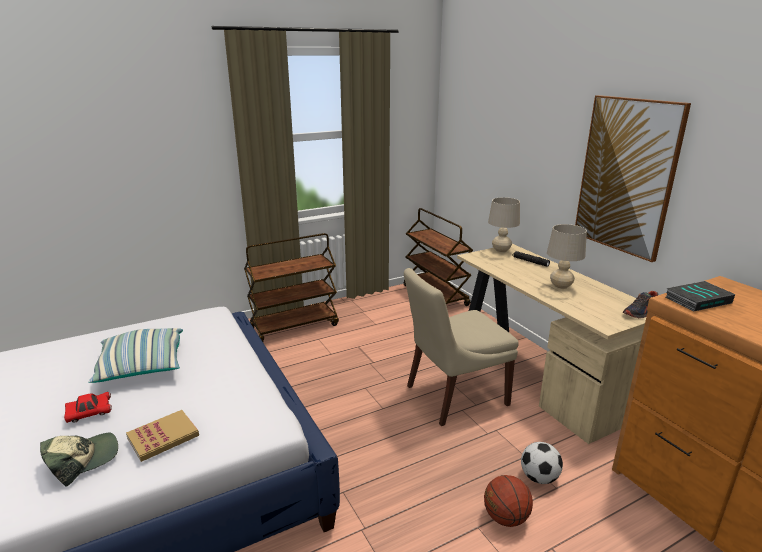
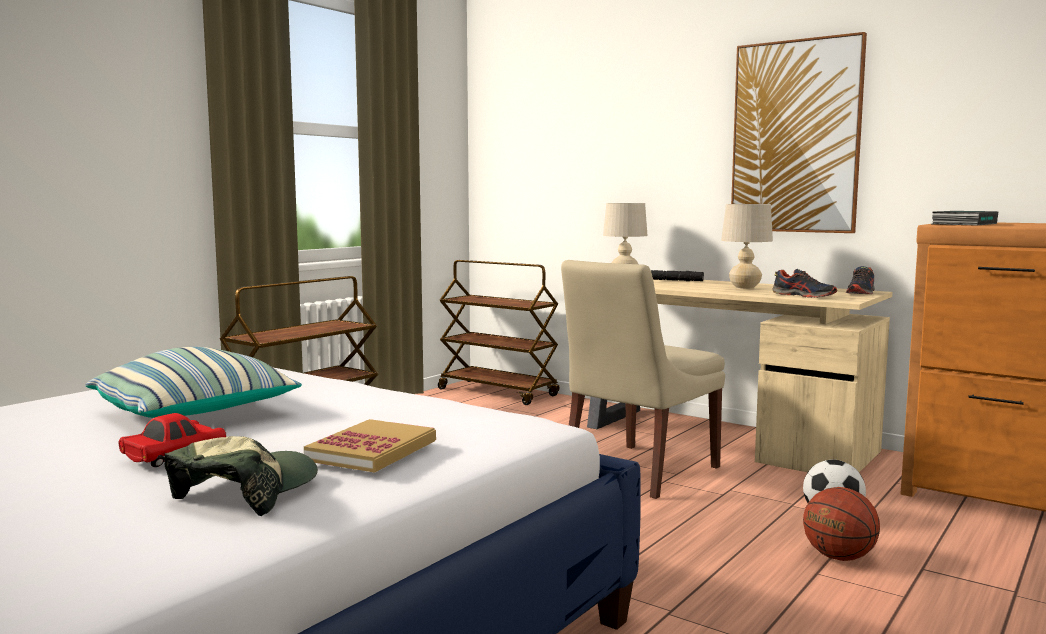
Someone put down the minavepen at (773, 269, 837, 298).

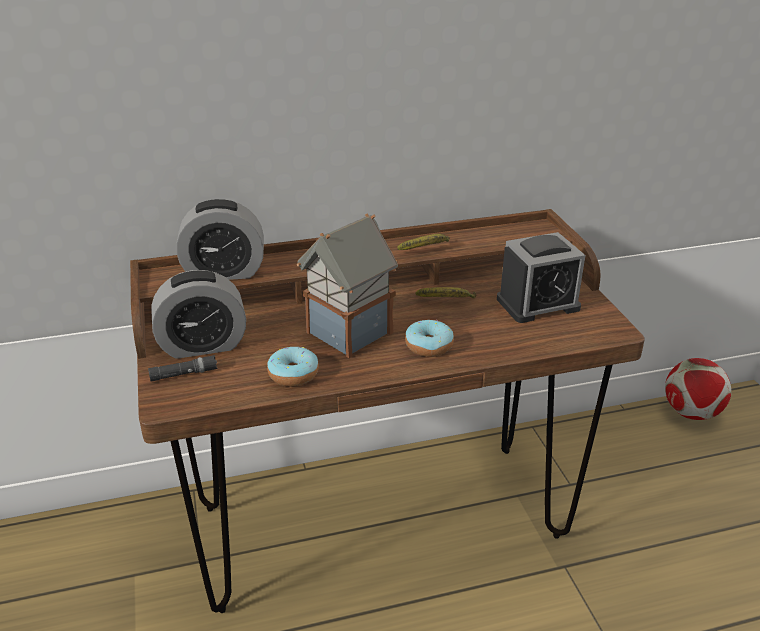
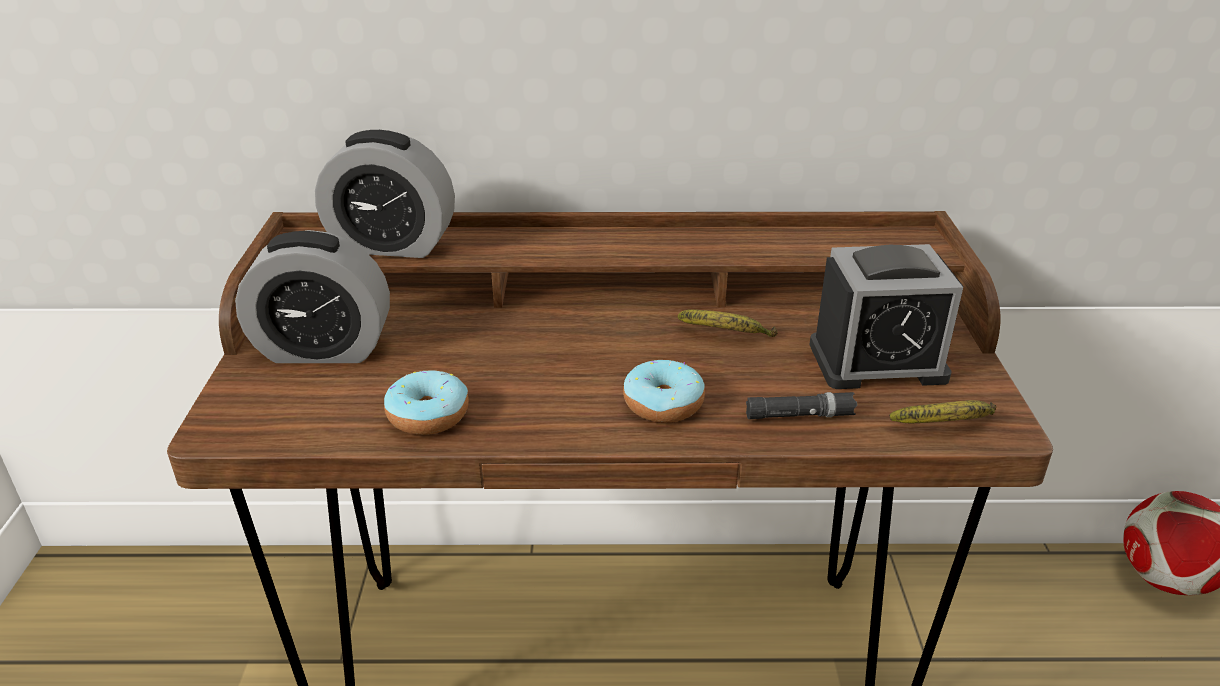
Someone carried the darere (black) from (148, 355, 218, 381) to (746, 392, 857, 419).
Someone took away the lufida at (297, 214, 398, 358).
Someone carried the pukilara from (397, 234, 450, 250) to (889, 400, 996, 424).

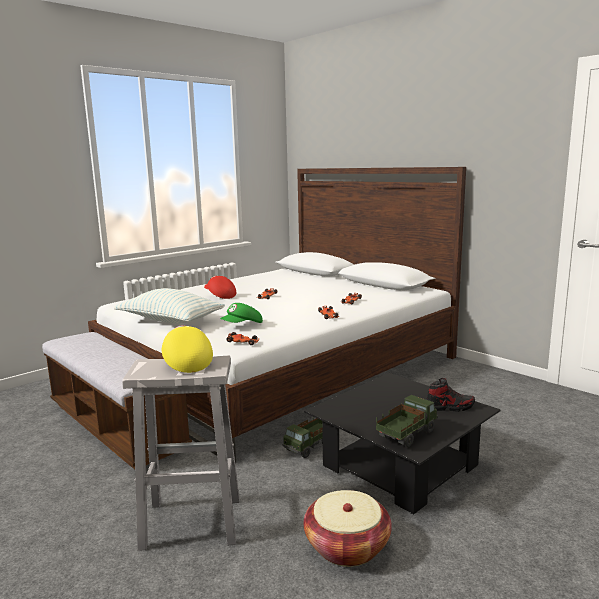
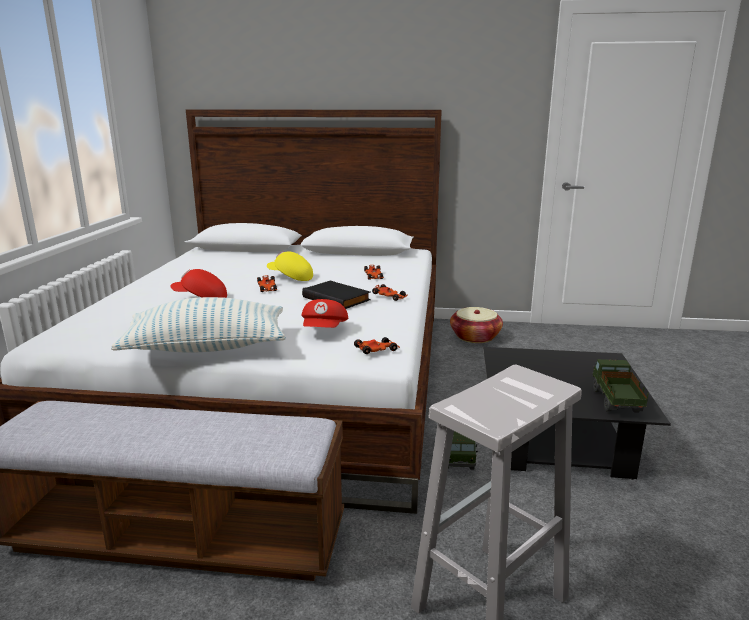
Someone carried the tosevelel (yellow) from (162, 325, 213, 373) to (267, 251, 313, 281).
Someone repainted the tosevelel (green) at (220, 303, 263, 323), which became the tosevelel (red) at (301, 299, 348, 328).
Someone carried the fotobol from (304, 490, 392, 567) to (450, 307, 503, 343).
Someone took away the minavepen at (426, 378, 475, 412).
Someone put down the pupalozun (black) at (302, 281, 371, 309).

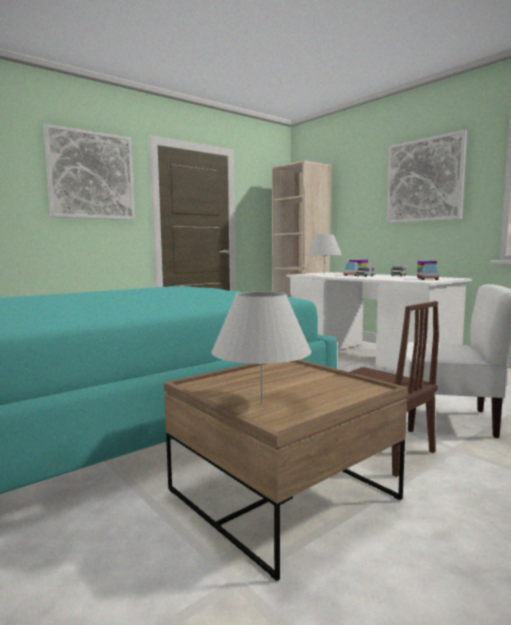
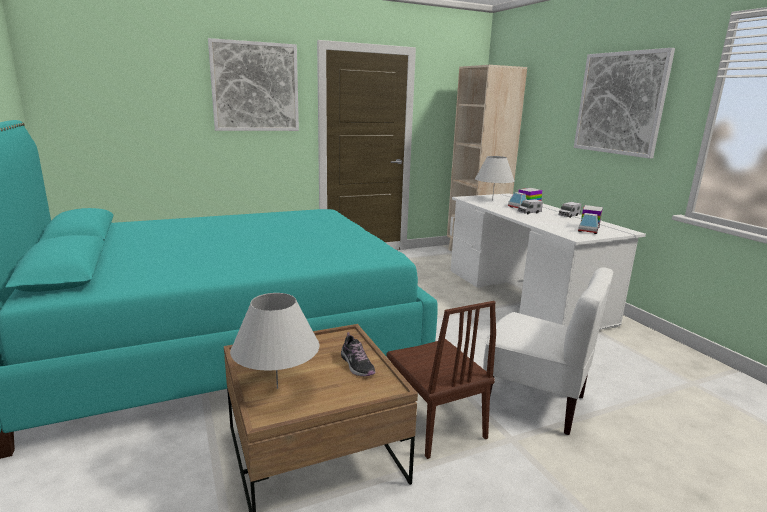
Someone put down the minavepen at (341, 332, 375, 376).

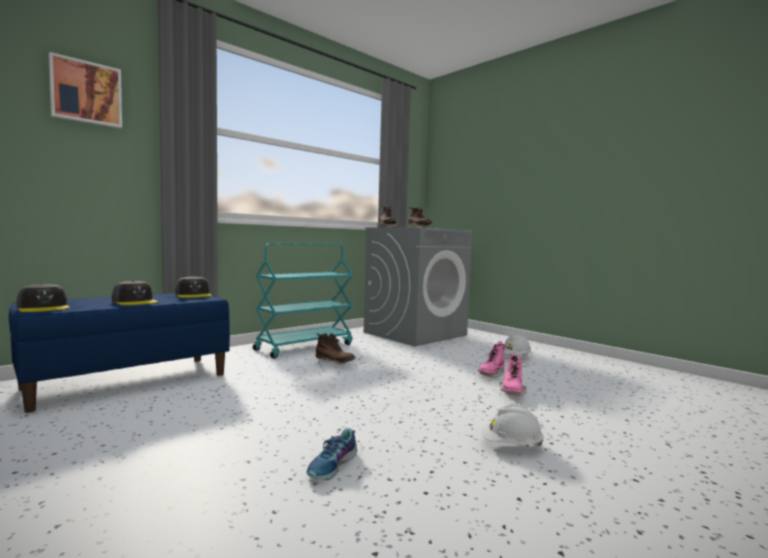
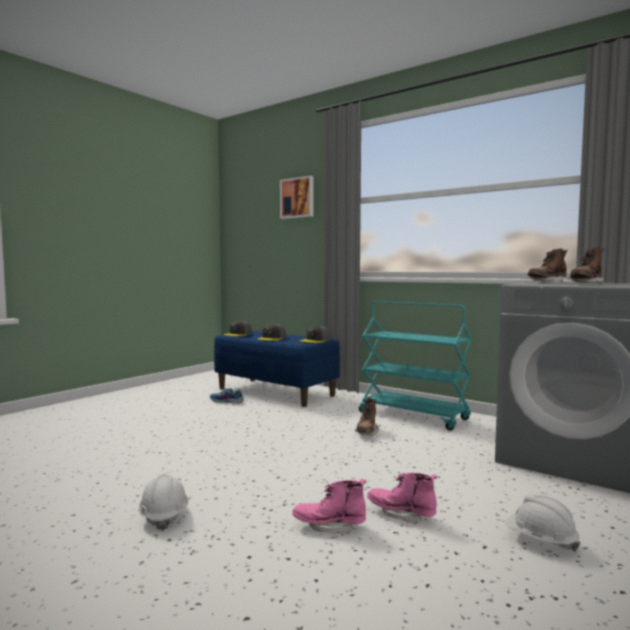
Someone carried the minavepen from (306, 428, 357, 480) to (210, 388, 244, 404).

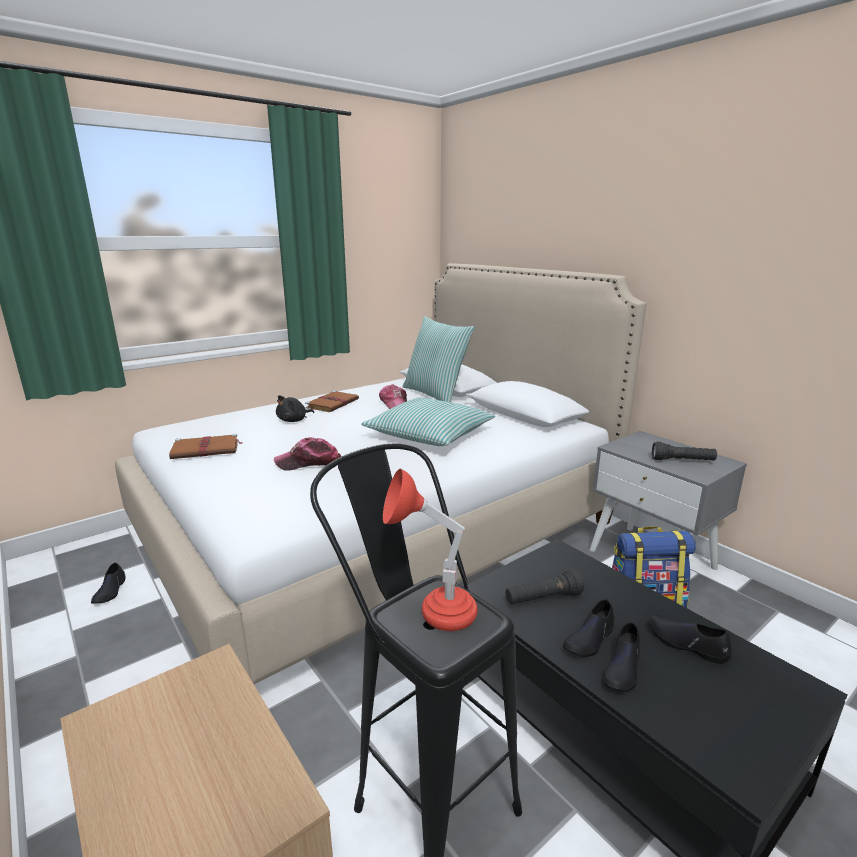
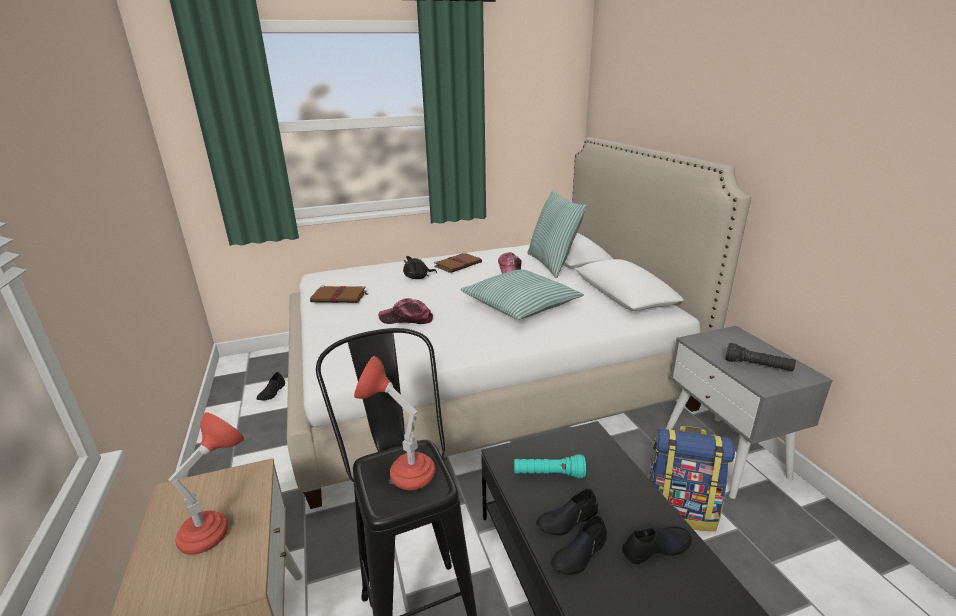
Someone repainted the darere (black) at (506, 570, 584, 605), which became the darere (turquoise) at (514, 455, 586, 478).
Someone rotated the minavepen (black) at (649, 615, 732, 664) by 105 degrees clockwise.
Someone put down the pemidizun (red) at (168, 412, 244, 555).

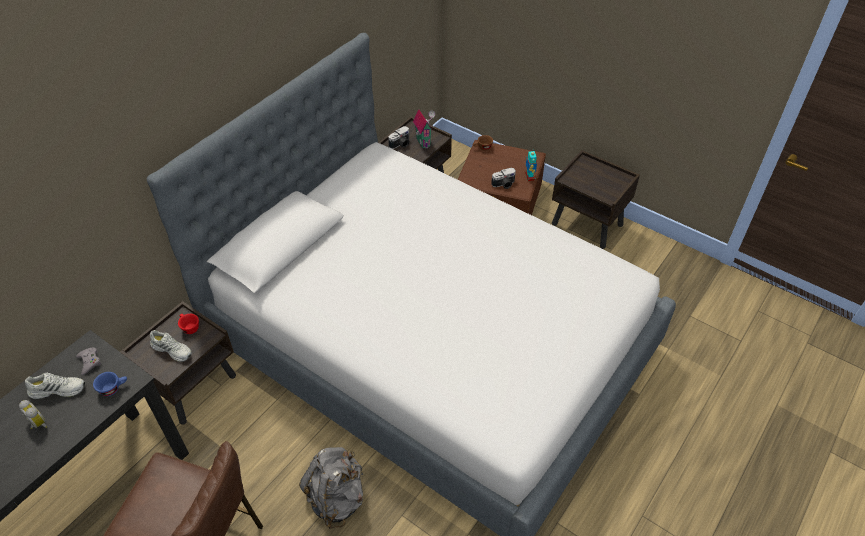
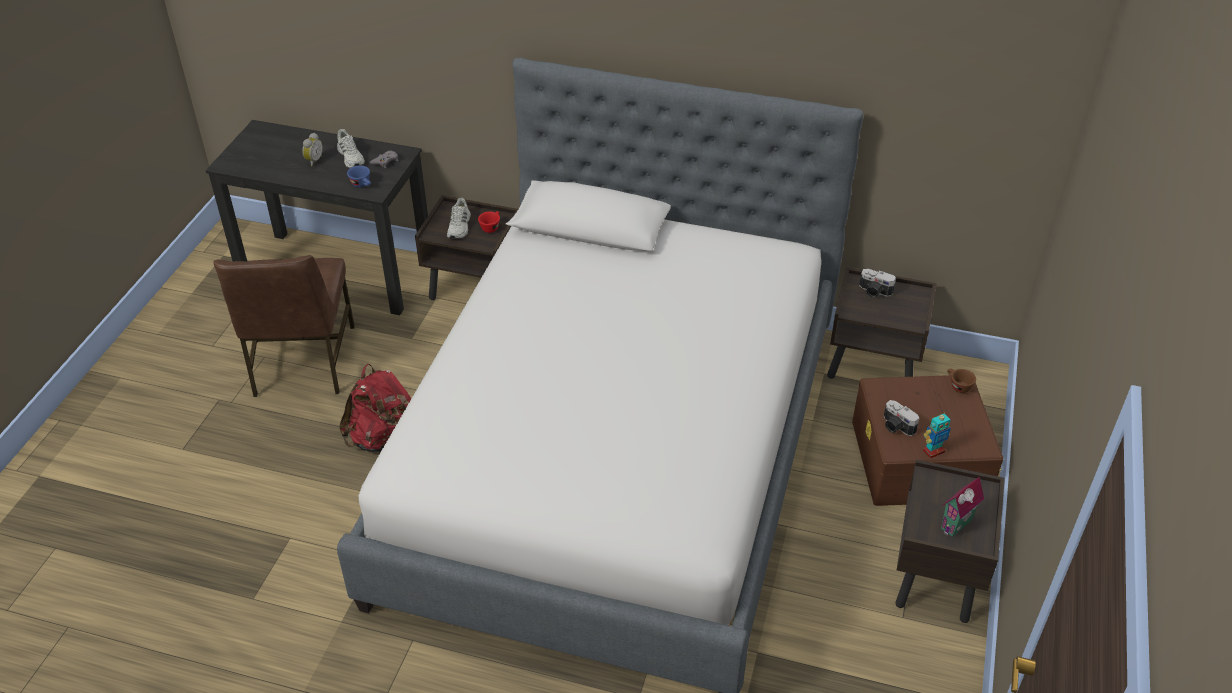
Someone repainted the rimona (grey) at (299, 447, 363, 529), which became the rimona (red) at (339, 364, 411, 452).
Someone carried the lufida from (413, 109, 435, 149) to (941, 477, 984, 537).

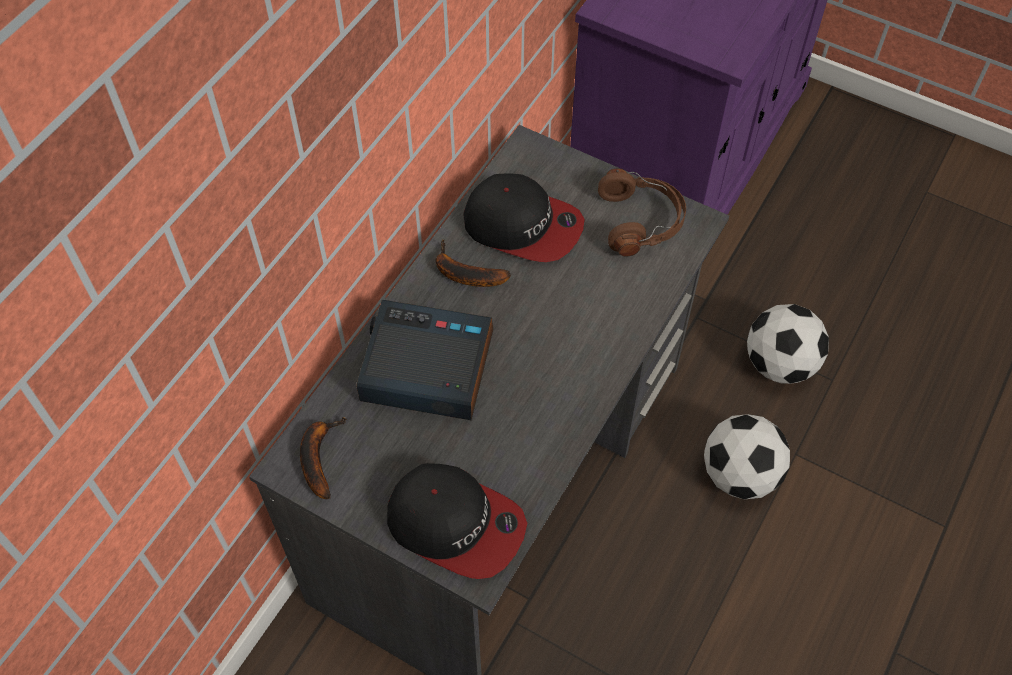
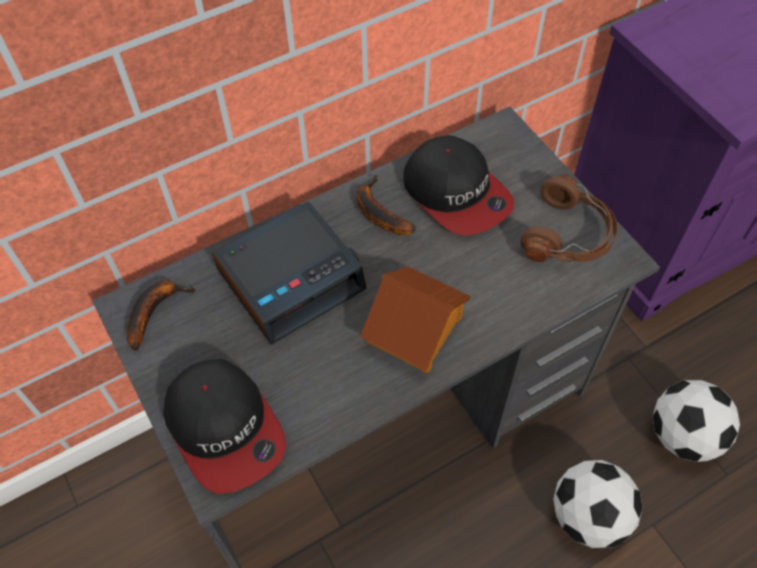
Someone rotated the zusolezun at (356, 300, 493, 420) by 105 degrees clockwise.
Someone put down the lufida at (360, 266, 471, 373).

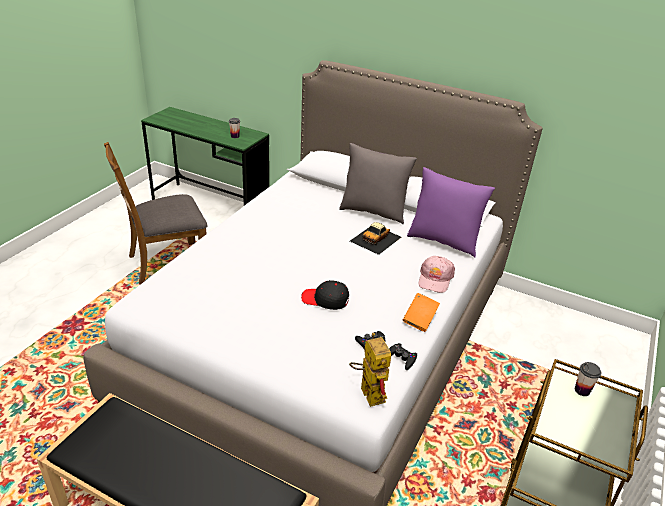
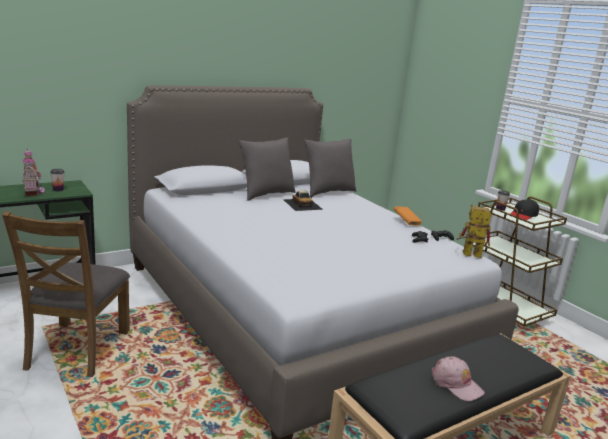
Someone carried the tosevelel (black) from (301, 280, 349, 310) to (511, 199, 539, 220).
Someone repainted the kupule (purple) at (407, 167, 495, 258), which became the kupule (grey) at (304, 139, 356, 197).
Someone carried the tosevelel (pink) from (418, 256, 455, 293) to (432, 356, 485, 401).
Someone put down the lufida at (22, 148, 45, 196).

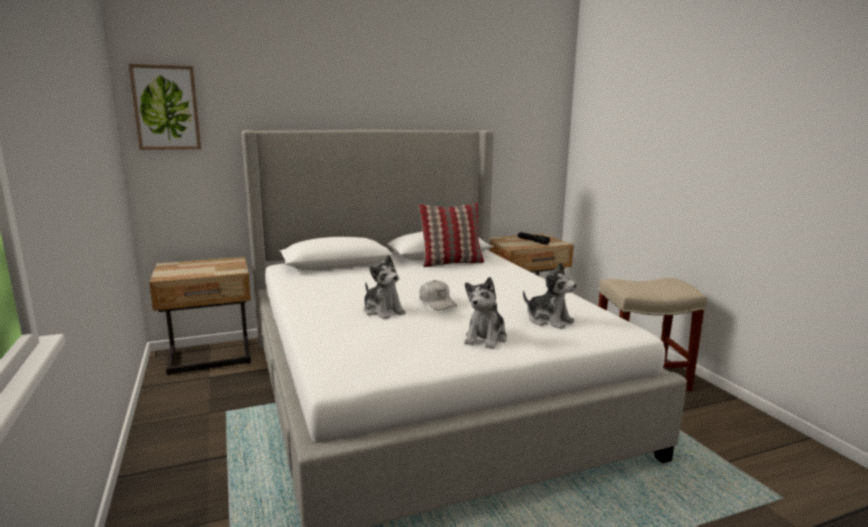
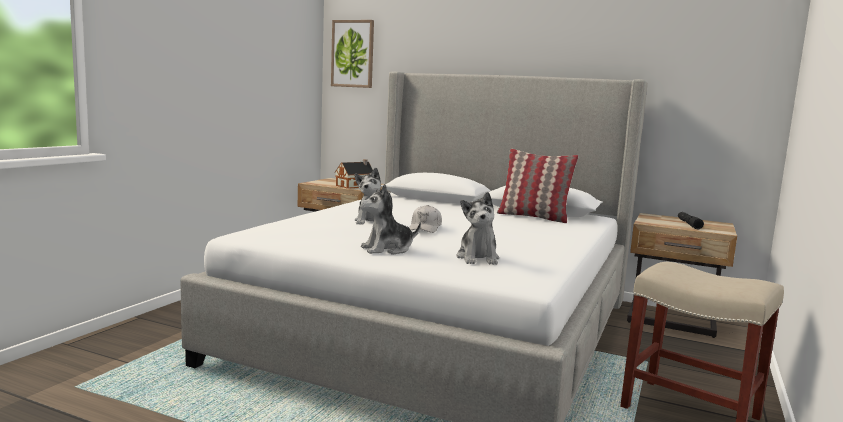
Someone put down the lufida at (335, 159, 373, 189).

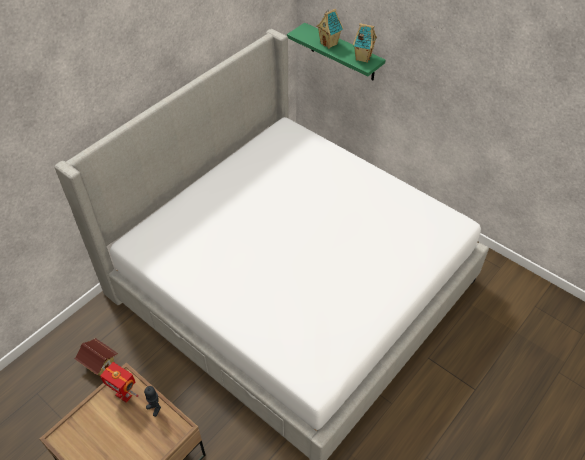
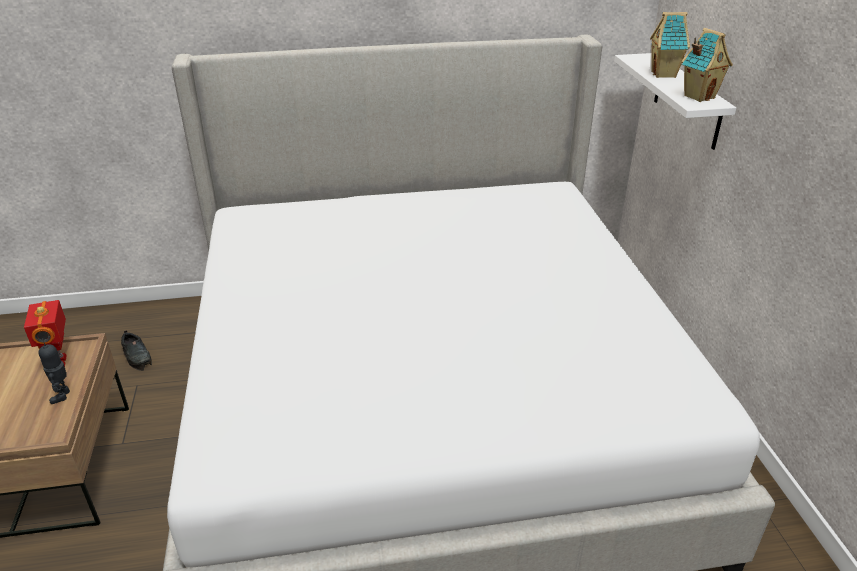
Someone swapped the lufida at (74, 338, 118, 376) for the minavepen (black) at (121, 330, 152, 371).
Someone repainted the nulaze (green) at (287, 23, 385, 80), which became the nulaze (white) at (614, 53, 736, 150).

